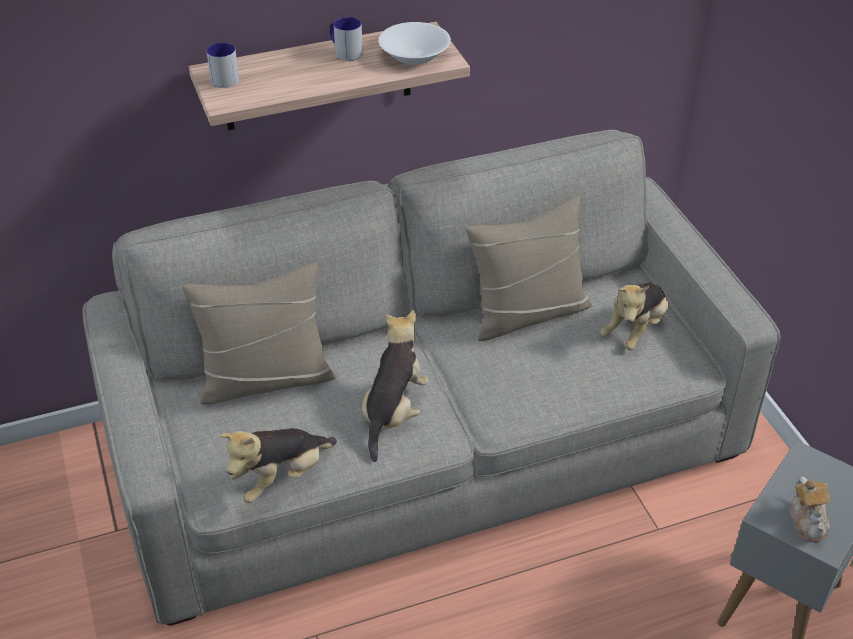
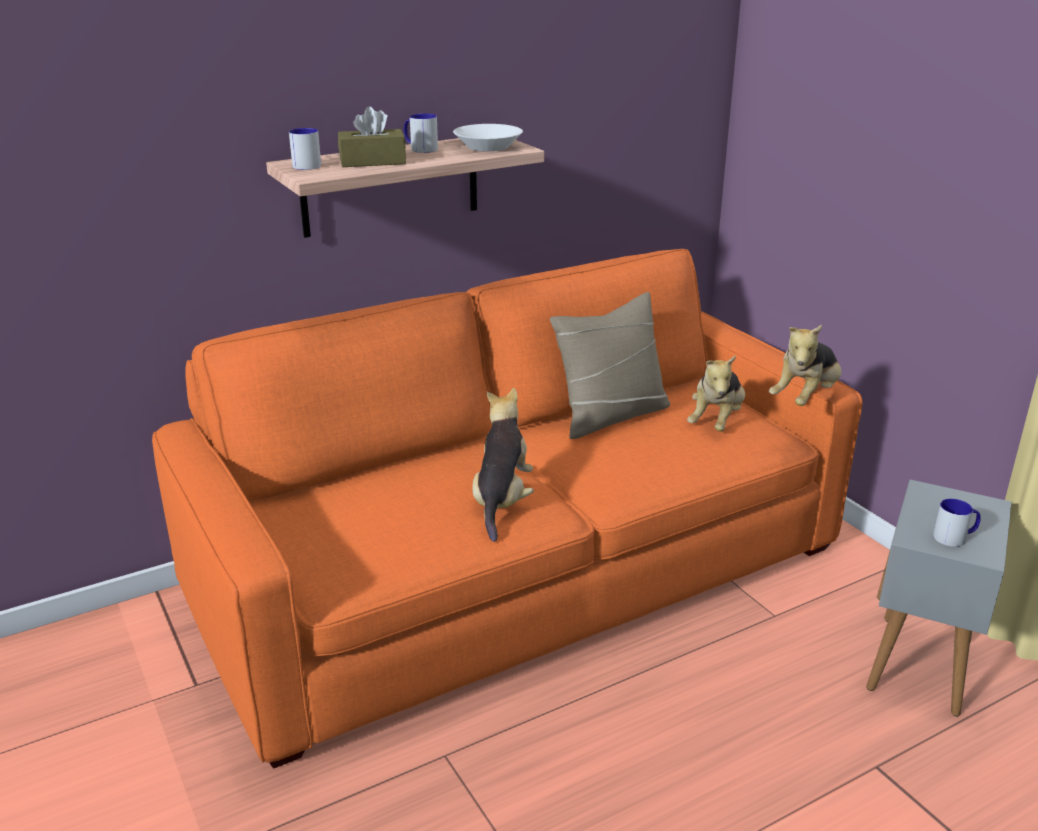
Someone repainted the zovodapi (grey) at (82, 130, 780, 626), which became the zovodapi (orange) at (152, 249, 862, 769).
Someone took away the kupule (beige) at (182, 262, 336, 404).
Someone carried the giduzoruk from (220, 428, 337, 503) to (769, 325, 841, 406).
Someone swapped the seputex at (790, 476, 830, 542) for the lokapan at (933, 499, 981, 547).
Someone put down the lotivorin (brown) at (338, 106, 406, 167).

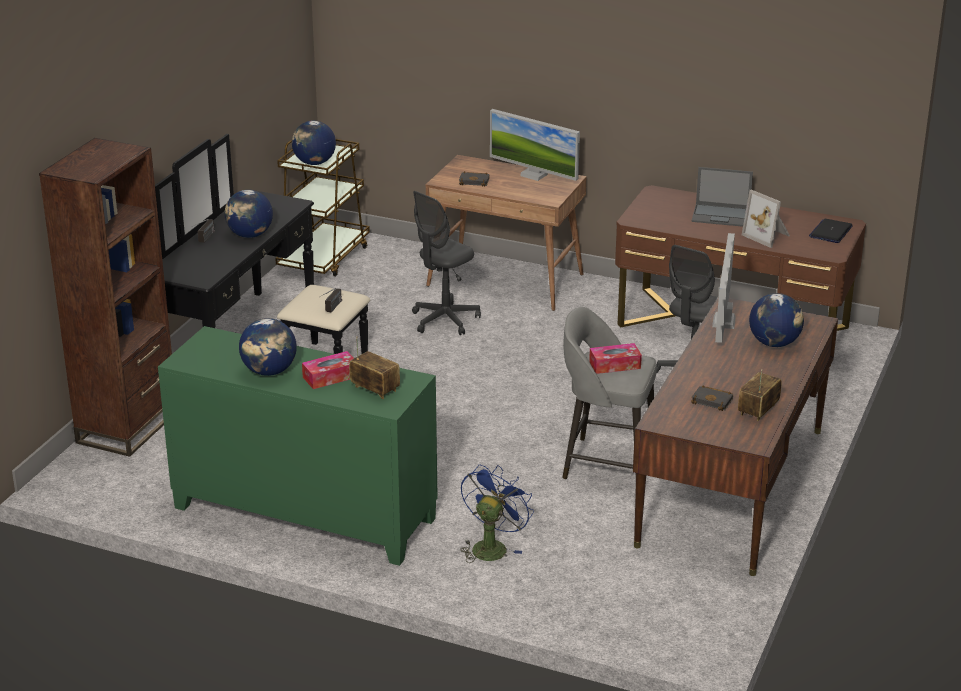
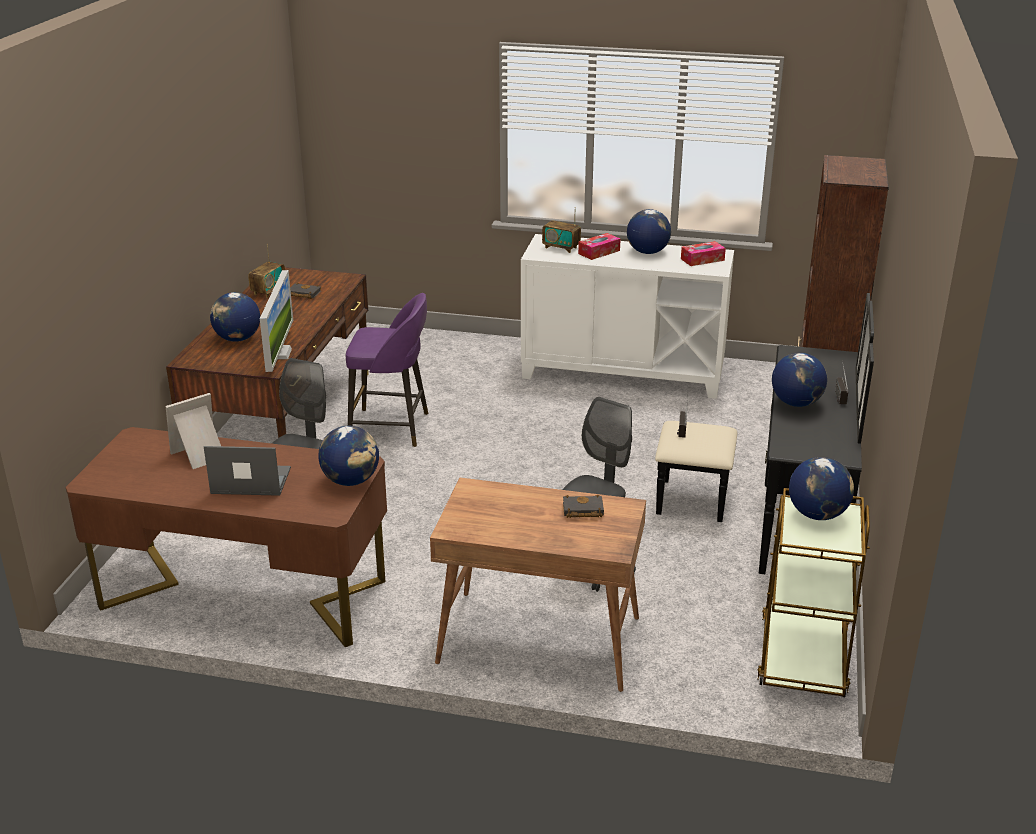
Someone repainted the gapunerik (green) at (158, 326, 438, 566), which became the gapunerik (white) at (521, 234, 734, 399).
Someone took away the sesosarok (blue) at (460, 465, 534, 563).
Someone took away the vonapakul at (490, 109, 580, 181).
Someone repainted the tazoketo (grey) at (562, 307, 657, 479), which became the tazoketo (purple) at (346, 293, 428, 447).
Someone carried the lotivorin from (589, 343, 642, 374) to (681, 241, 726, 266).
Someone rotated the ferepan at (742, 190, 790, 248) by 75 degrees counterclockwise.
Someone took away the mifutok at (809, 219, 852, 243).
Someone put down the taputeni at (318, 426, 379, 486).

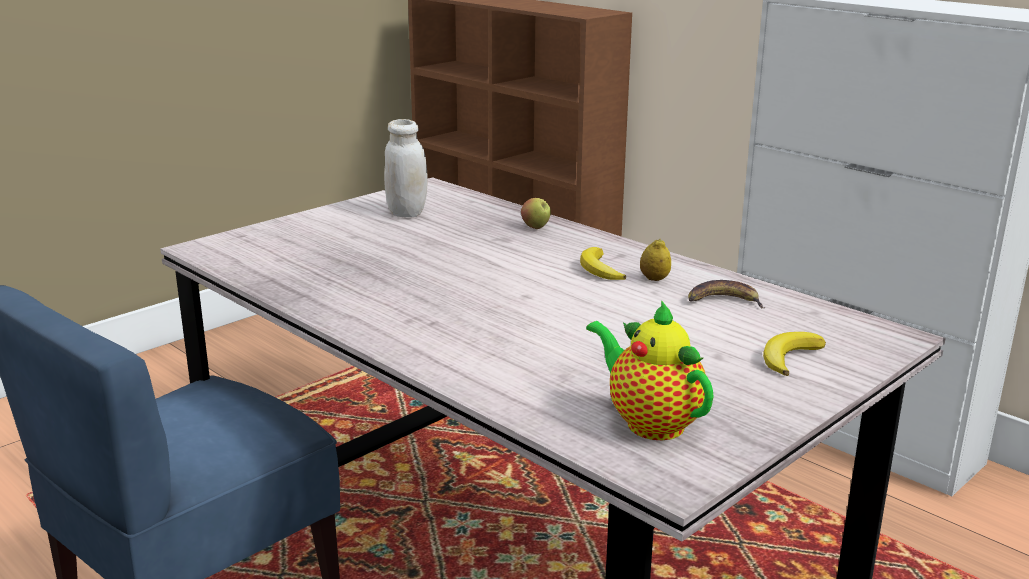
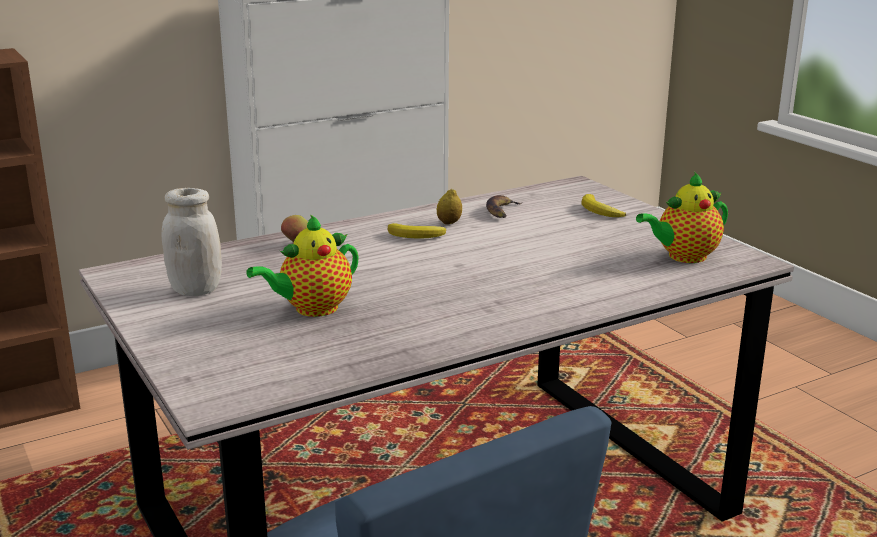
Someone put down the seputex at (246, 215, 359, 317).

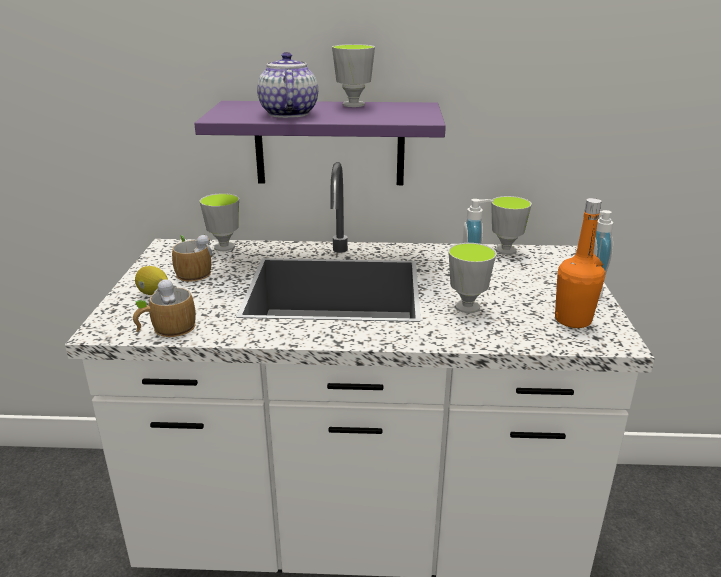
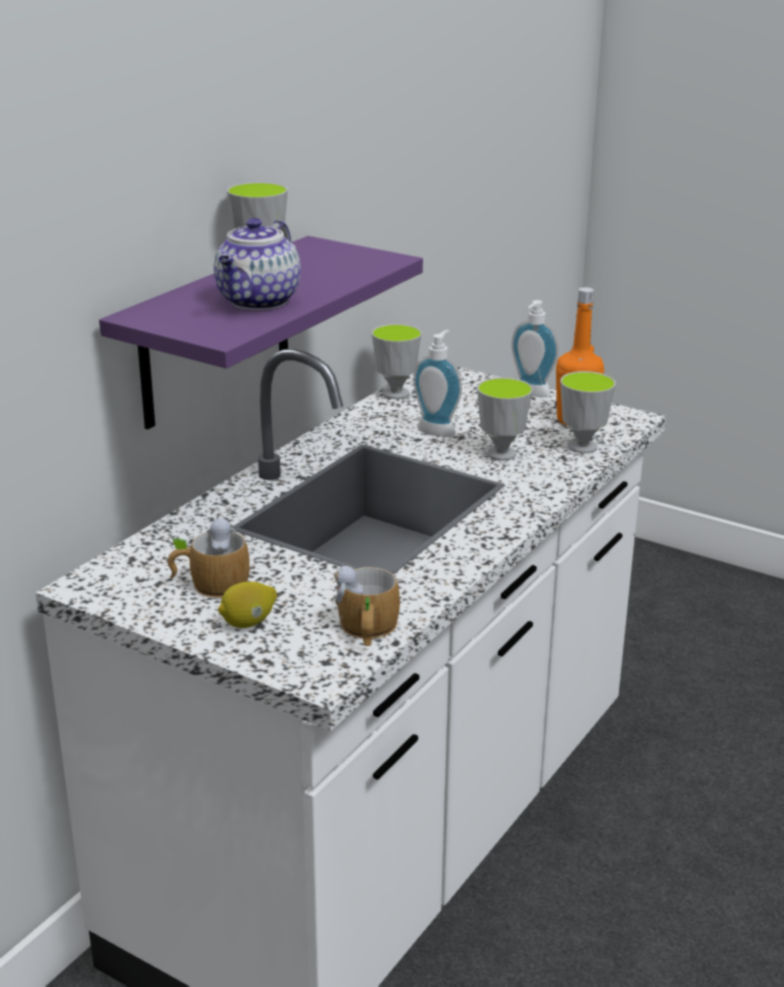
Someone carried the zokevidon from (200, 193, 239, 251) to (560, 371, 616, 454).
Someone rotated the seputex at (257, 52, 318, 118) by 90 degrees counterclockwise.

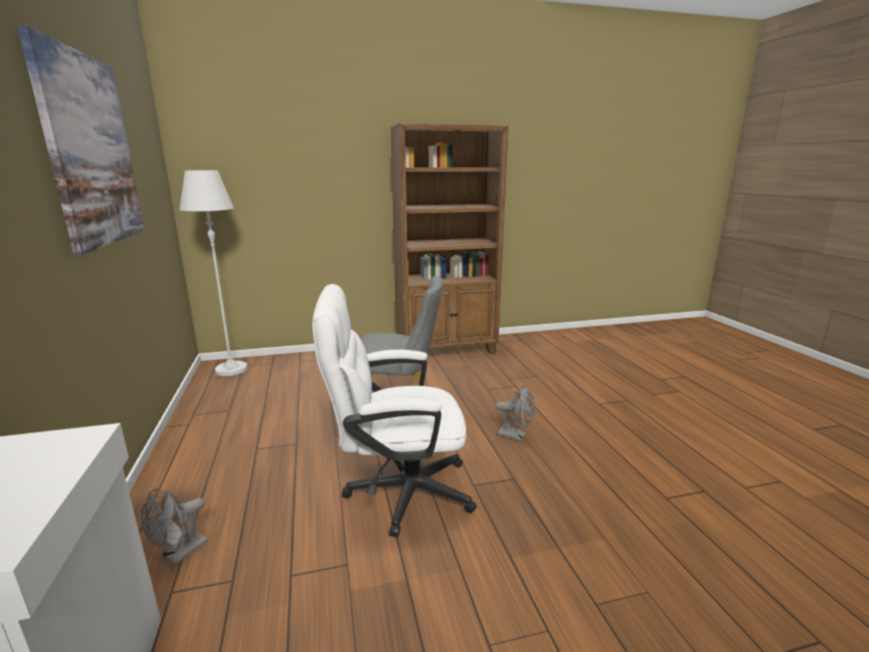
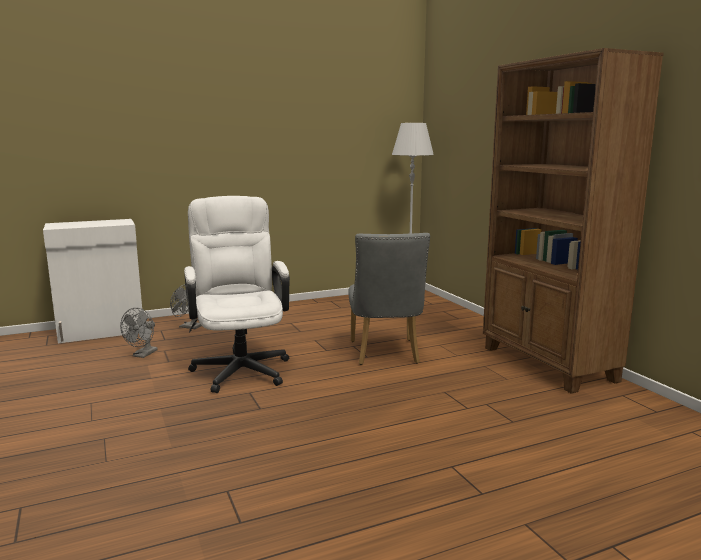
Someone took away the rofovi at (17, 25, 145, 256).
Someone carried the sesosarok (grey) from (495, 386, 535, 441) to (120, 308, 158, 358).

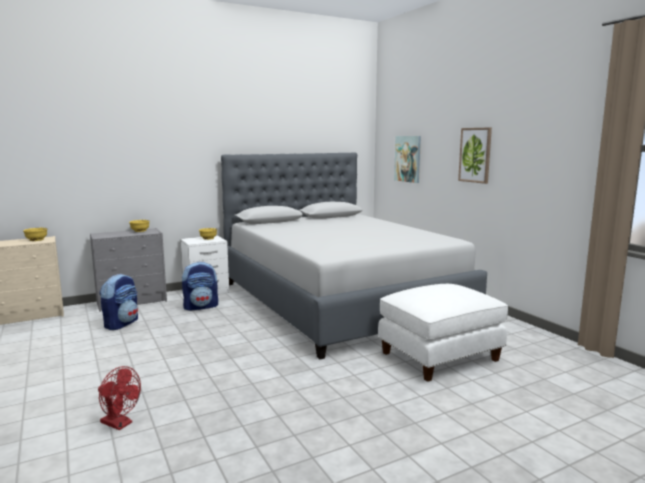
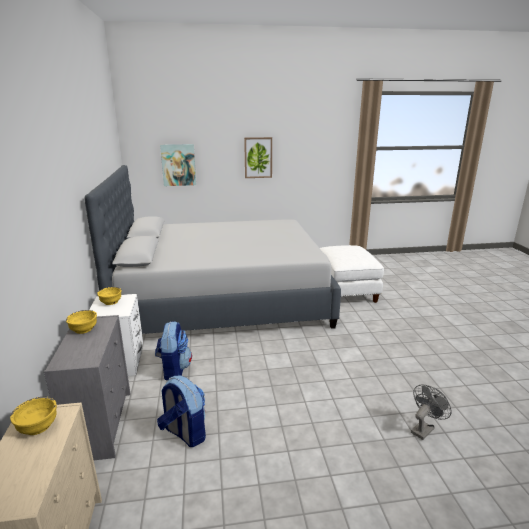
Someone repainted the sesosarok (red) at (98, 366, 141, 430), which became the sesosarok (grey) at (411, 384, 452, 440).

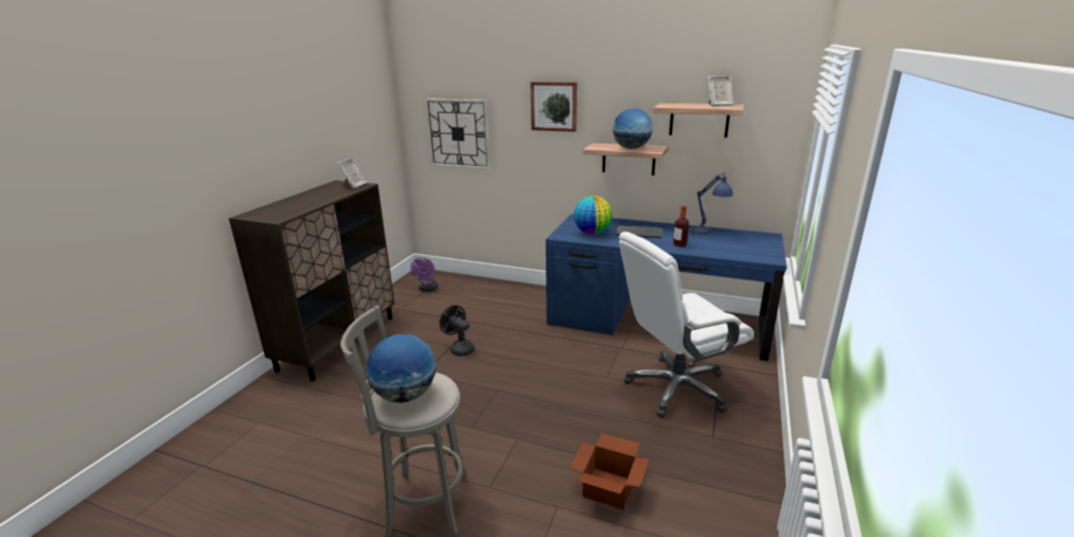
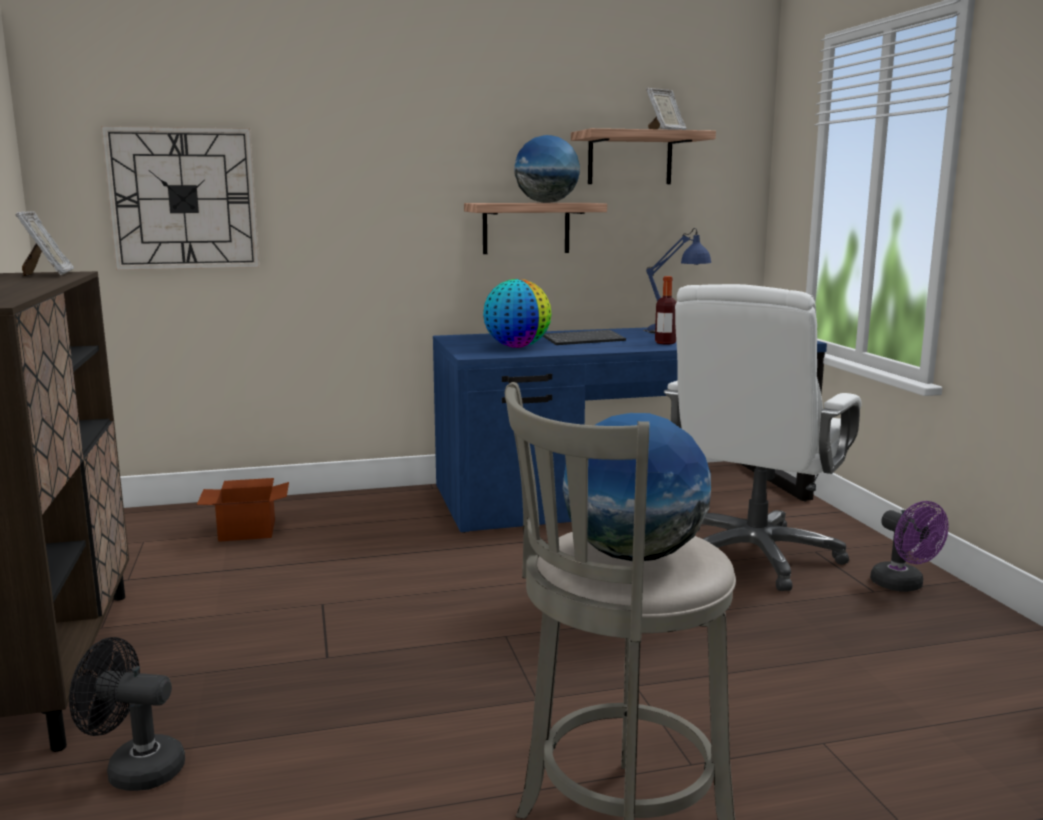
Someone carried the sesosarok (purple) from (410, 258, 438, 292) to (870, 501, 949, 592).
Someone carried the sesosarok (black) from (439, 305, 475, 356) to (69, 637, 185, 791).
Someone took away the rofovi at (530, 82, 577, 132).
Someone carried the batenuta from (570, 433, 649, 509) to (197, 478, 289, 542).

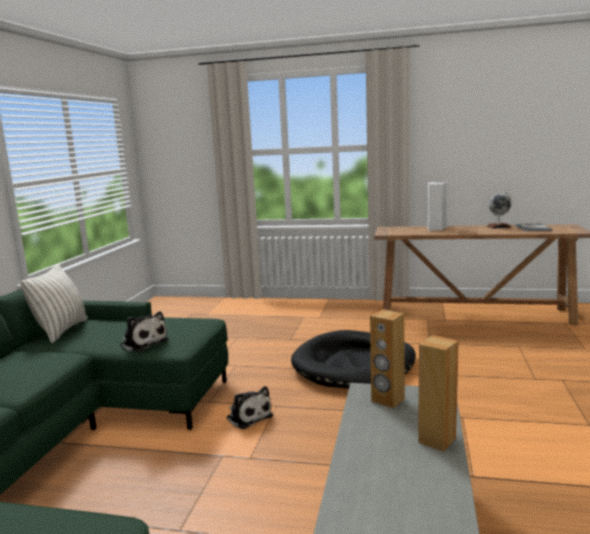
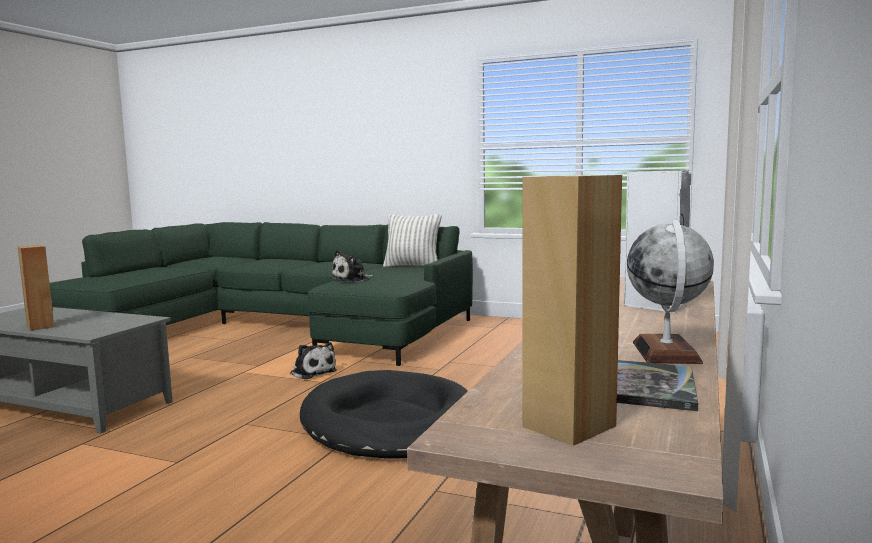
Someone rotated the giduzoruk at (227, 386, 273, 429) by 105 degrees counterclockwise.
Someone carried the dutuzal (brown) from (370, 309, 405, 408) to (522, 175, 622, 446).

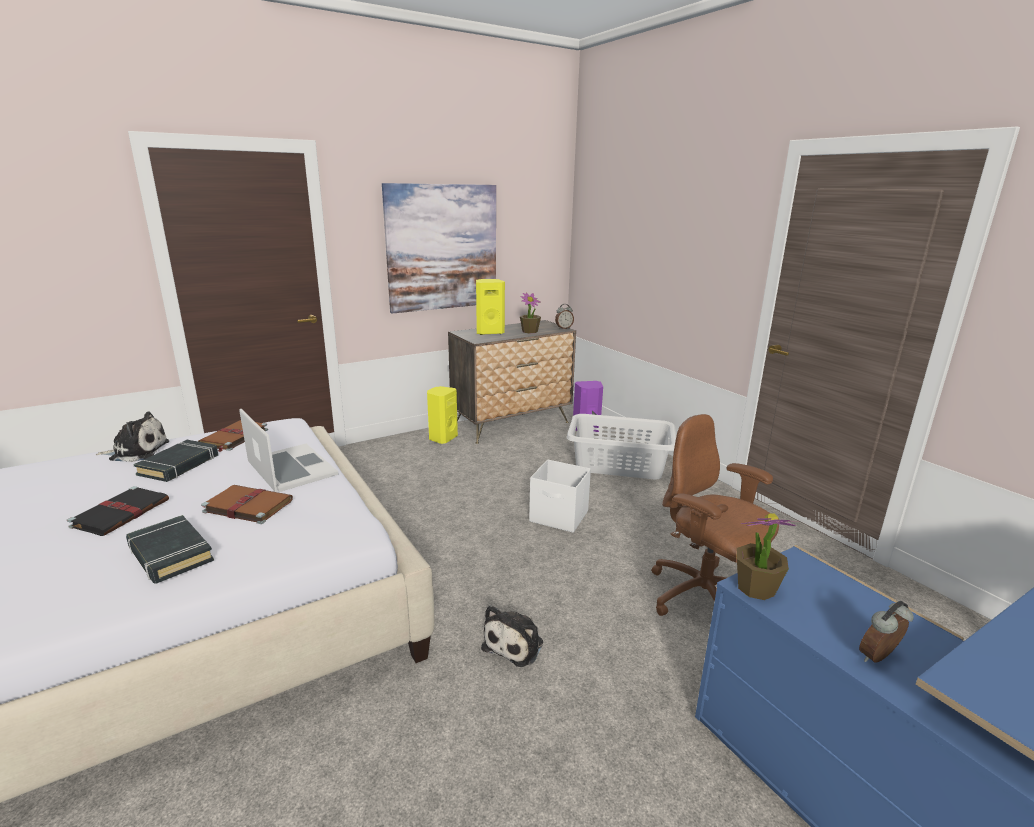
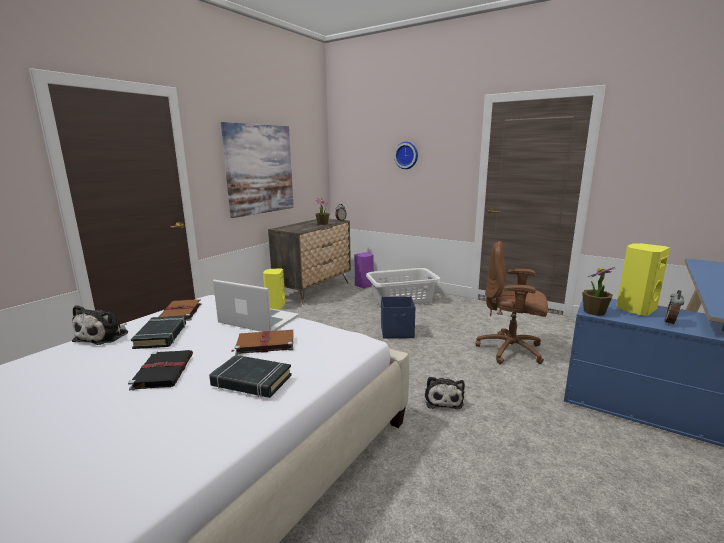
Someone rotated the giduzoruk at (95, 411, 169, 462) by 135 degrees clockwise.
Someone carried the dutuzal (yellow) from (476, 279, 505, 335) to (616, 243, 670, 316).
Someone repainted the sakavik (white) at (529, 460, 591, 533), which became the sakavik (blue) at (381, 296, 415, 338).
Someone put up the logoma at (394, 142, 418, 169).

